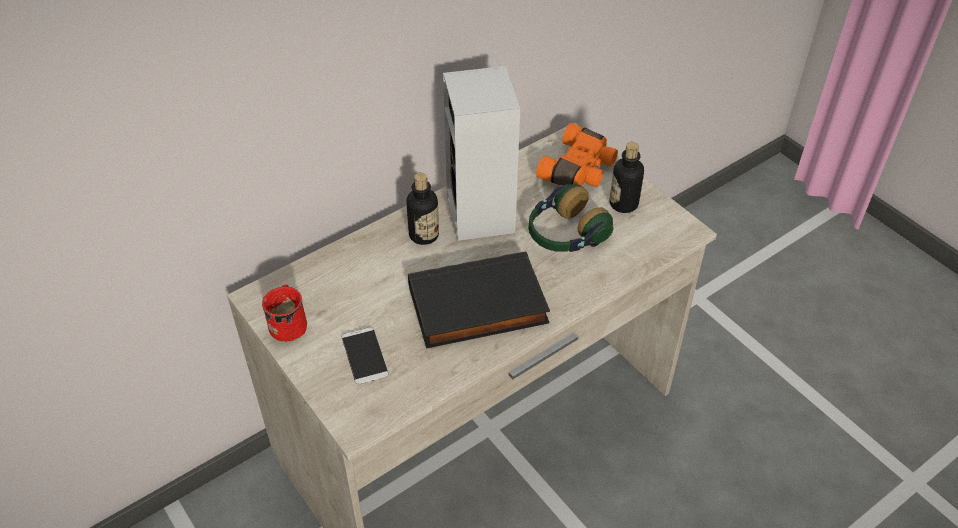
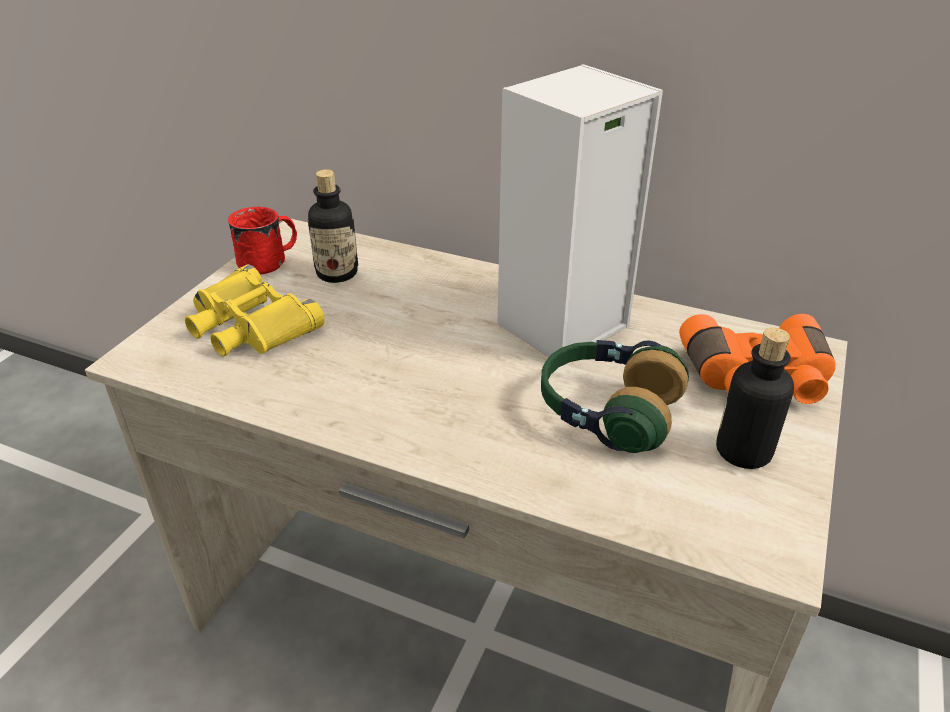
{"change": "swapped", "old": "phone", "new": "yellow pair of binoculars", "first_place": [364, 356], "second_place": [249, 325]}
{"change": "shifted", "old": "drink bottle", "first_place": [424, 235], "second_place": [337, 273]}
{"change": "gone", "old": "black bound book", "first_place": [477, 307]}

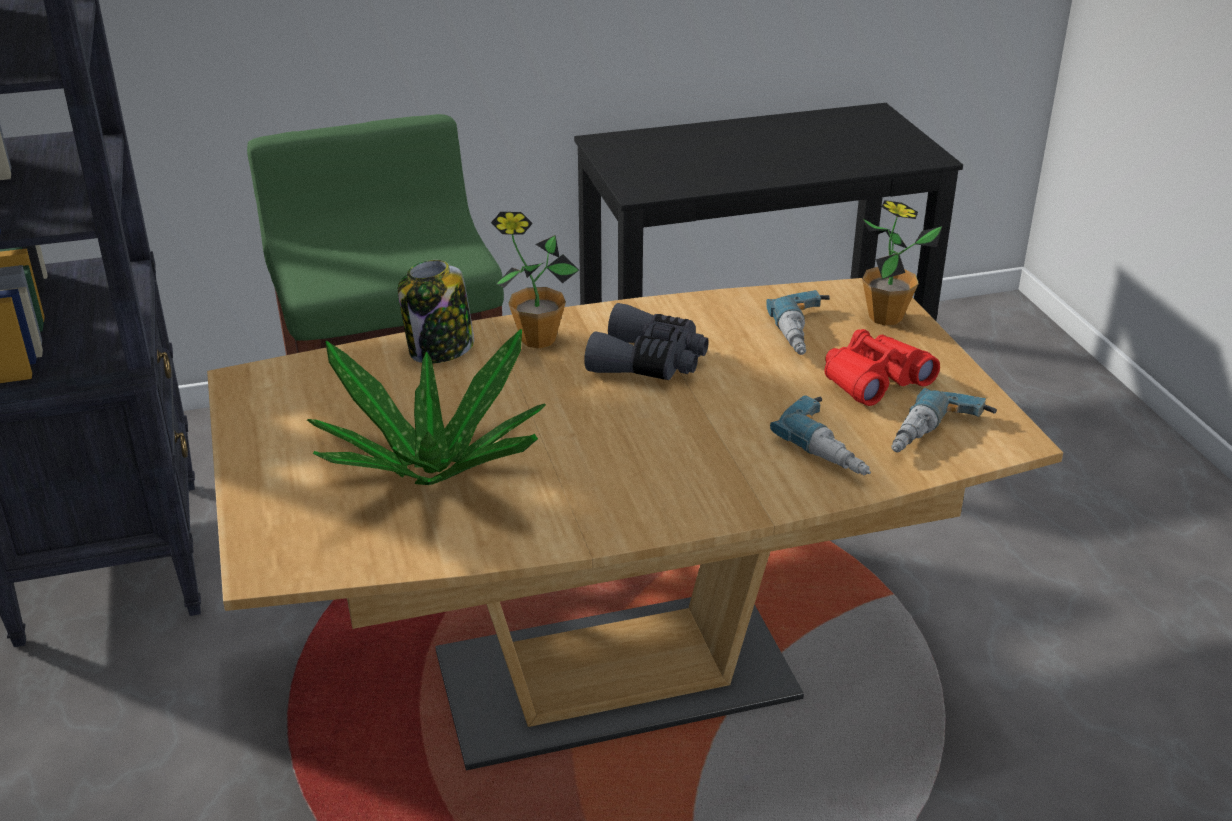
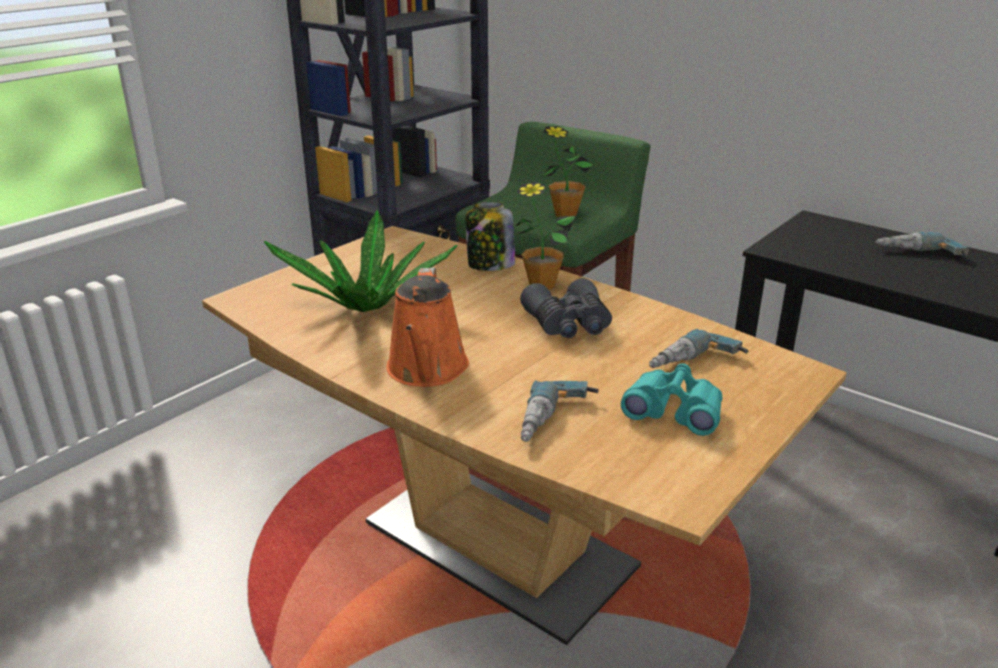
{"change": "repainted", "old": "red-coloured pair of binoculars", "new": "turquoise-coloured pair of binoculars", "first_place": [874, 380], "second_place": [674, 411]}
{"change": "shifted", "old": "potted plant", "first_place": [885, 317], "second_place": [565, 215]}
{"change": "shifted", "old": "electric drill", "first_place": [939, 438], "second_place": [919, 255]}
{"change": "new", "new": "orangey watering pot", "second_place": [427, 370]}

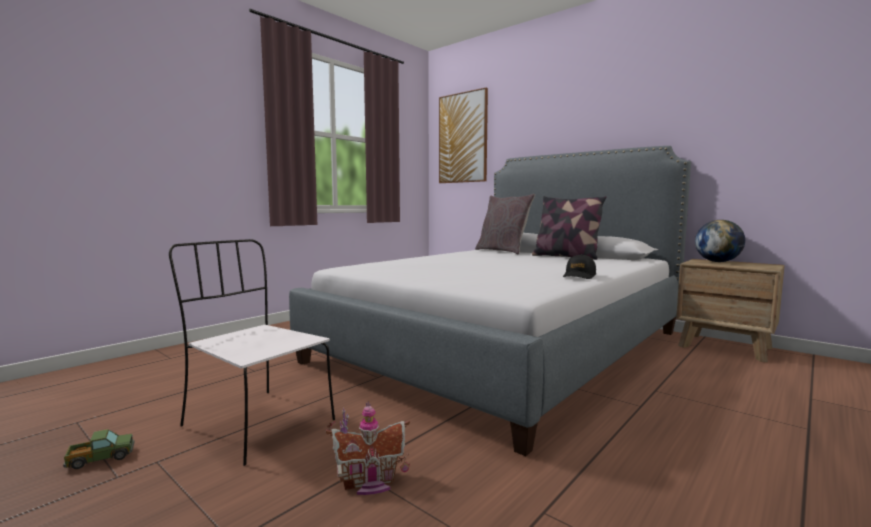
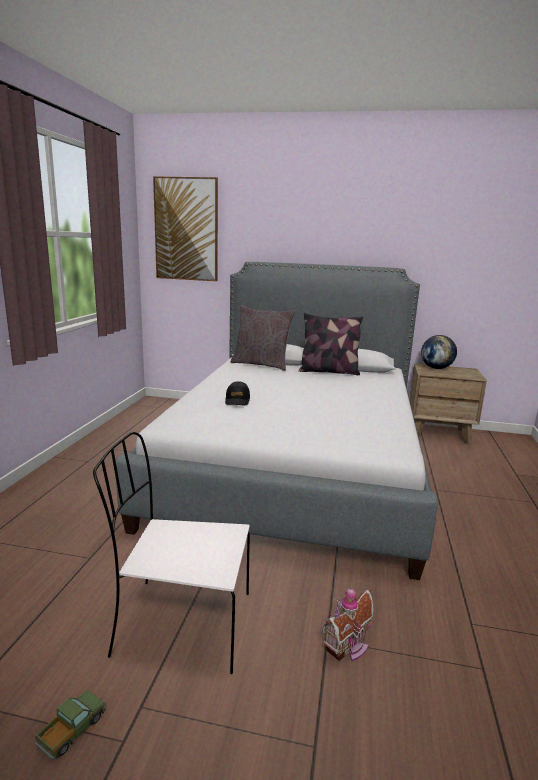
{"change": "shifted", "old": "black baseball cap", "first_place": [579, 276], "second_place": [237, 400]}

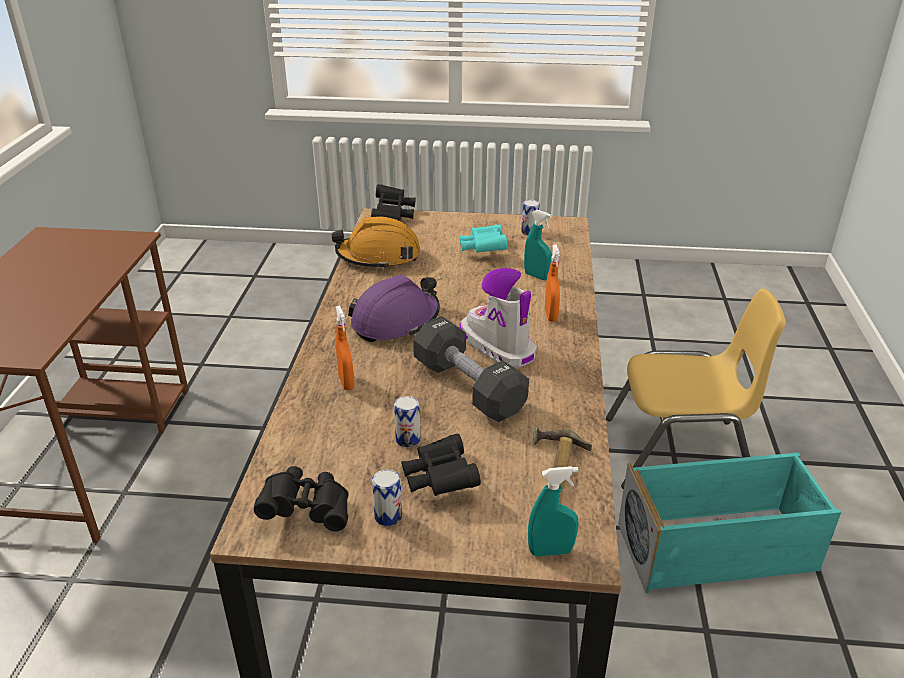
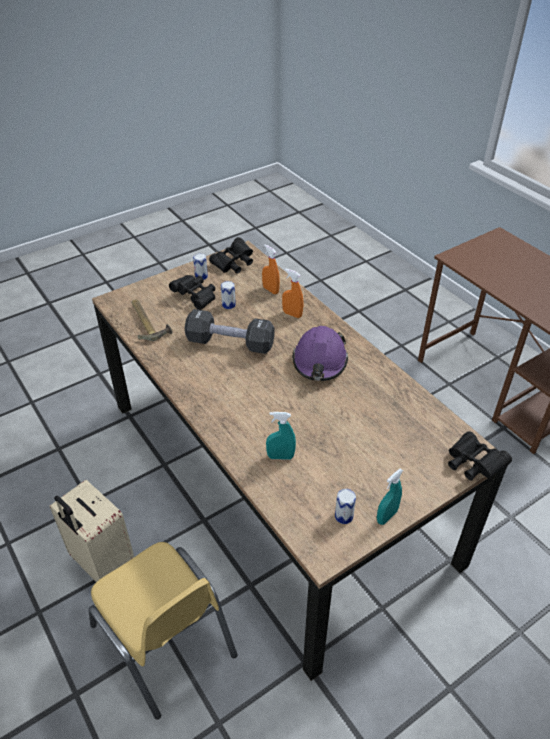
{"change": "gone", "old": "orangey safety helmet", "first_place": [378, 256]}
{"change": "gone", "old": "turquoise-coloured pair of binoculars", "first_place": [483, 250]}
{"change": "gone", "old": "tall boot", "first_place": [496, 346]}
{"change": "shifted", "old": "turquoise-coloured hand sprayer", "first_place": [550, 551], "second_place": [387, 516]}
{"change": "shifted", "old": "orangey hand sprayer", "first_place": [551, 315], "second_place": [270, 290]}
{"change": "rotated", "old": "yellow plain chair", "first_place": [678, 453], "second_place": [164, 640], "degrees": -90}
{"change": "swapped", "old": "turquoise-coloured storage bin", "new": "beige suitcase", "first_place": [717, 548], "second_place": [101, 563]}

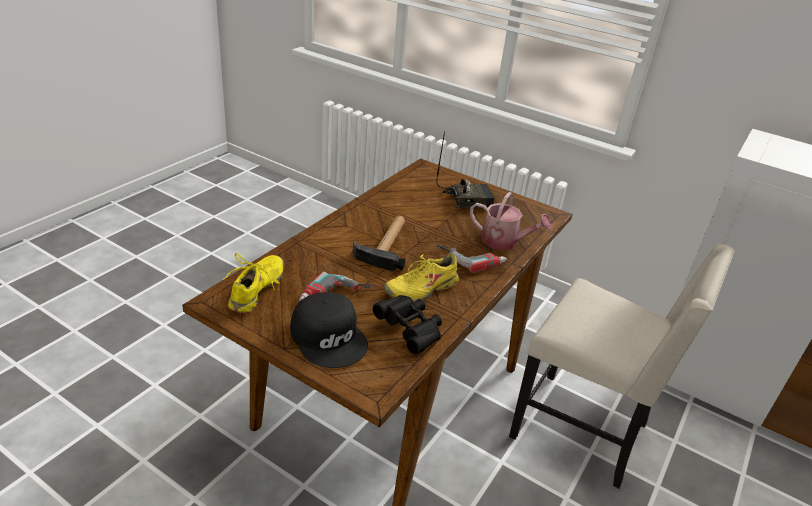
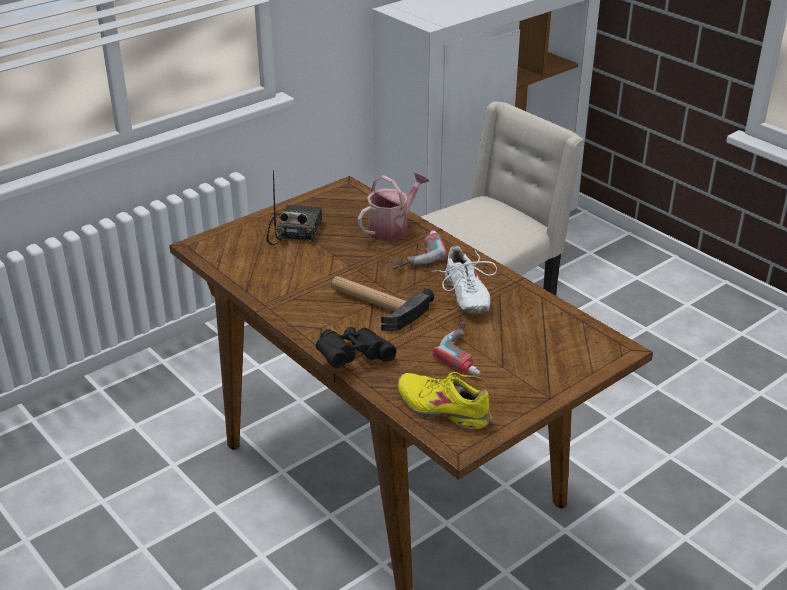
{"change": "gone", "old": "black baseball cap", "first_place": [330, 337]}
{"change": "shifted", "old": "black pair of binoculars", "first_place": [410, 331], "second_place": [352, 358]}
{"change": "repainted", "old": "yellow low shoe", "new": "whitish low shoe", "first_place": [421, 288], "second_place": [465, 295]}

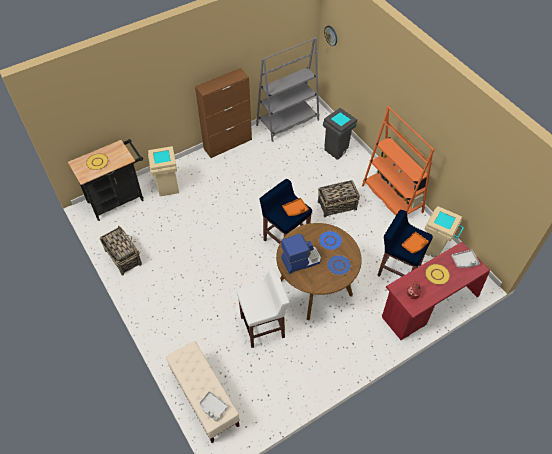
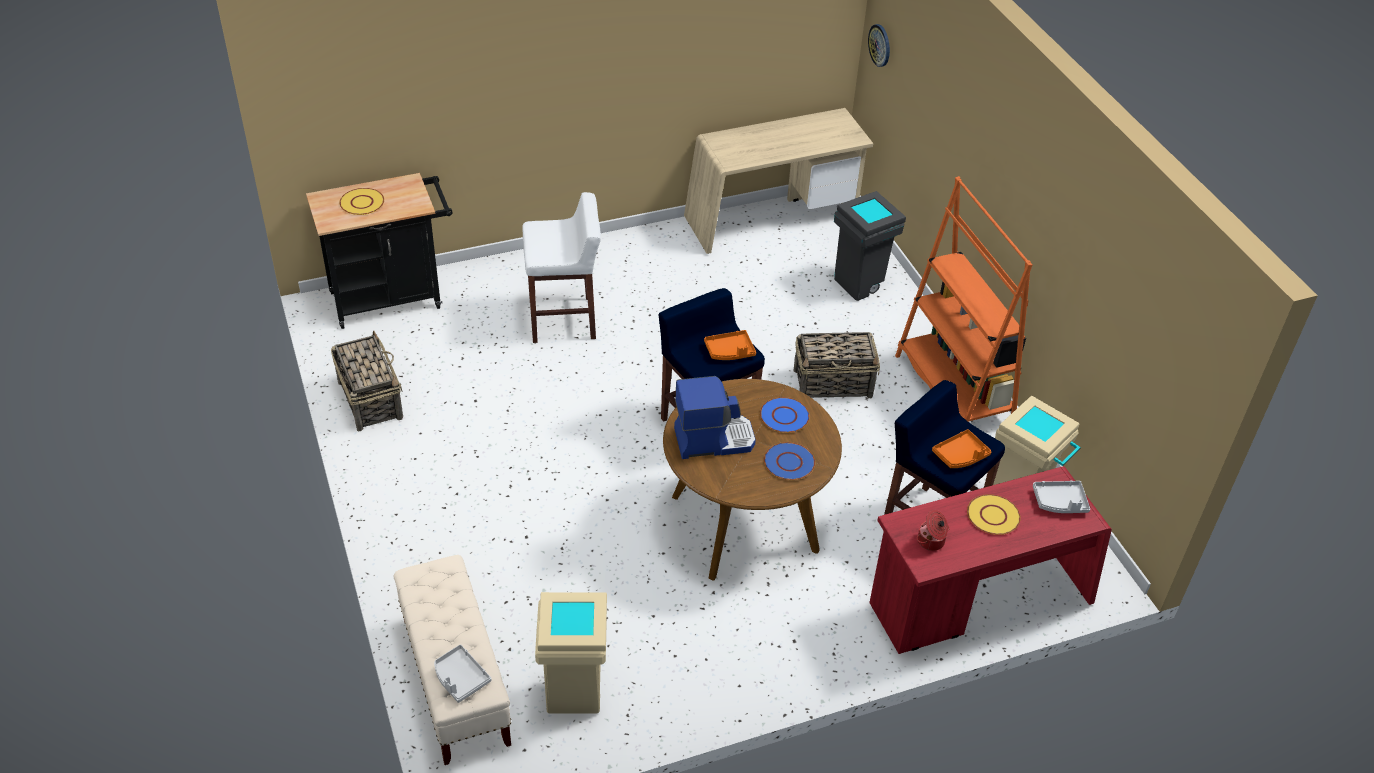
{"change": "shifted", "old": "beige waste bin", "first_place": [168, 187], "second_place": [574, 691]}
{"change": "gone", "old": "brown-coloured cupboard", "first_place": [228, 144]}
{"change": "shifted", "old": "whitish sitting stool", "first_place": [263, 327], "second_place": [564, 320]}
{"change": "swapped", "old": "greyish bookshelf", "new": "beige desk unit", "first_place": [288, 123], "second_place": [772, 220]}

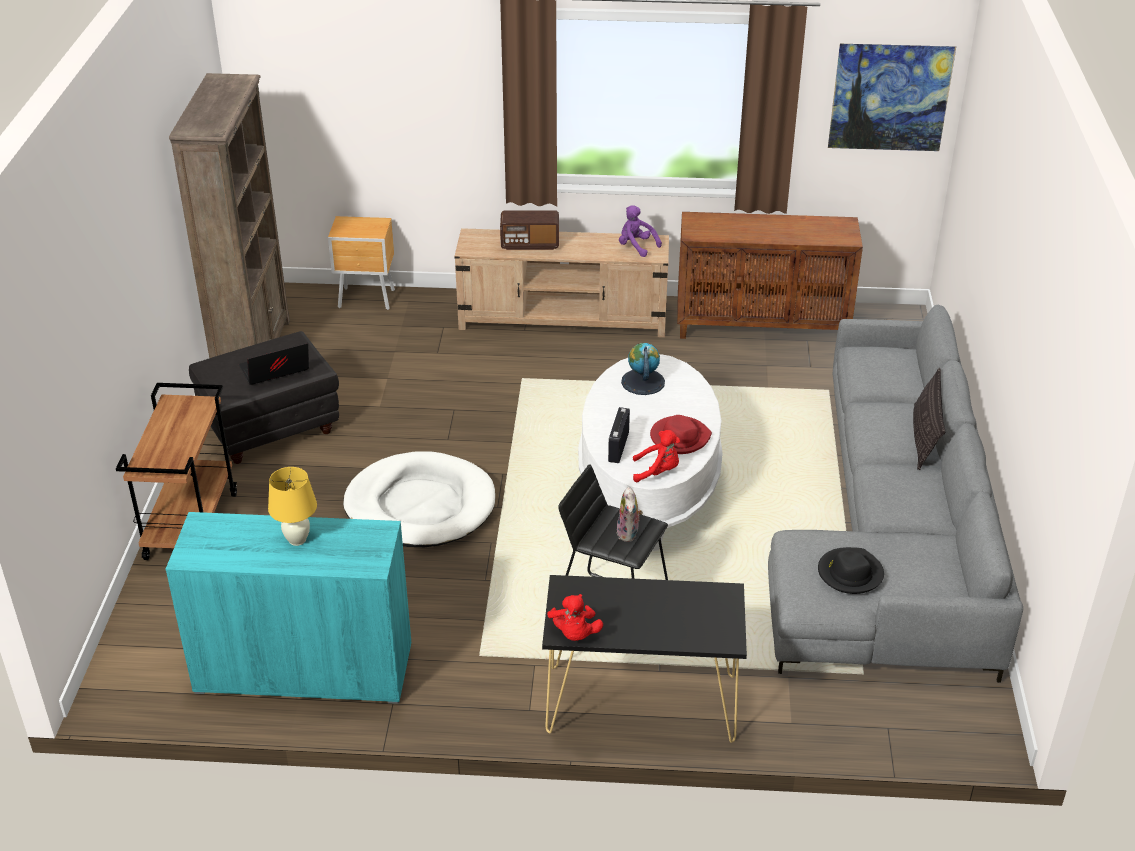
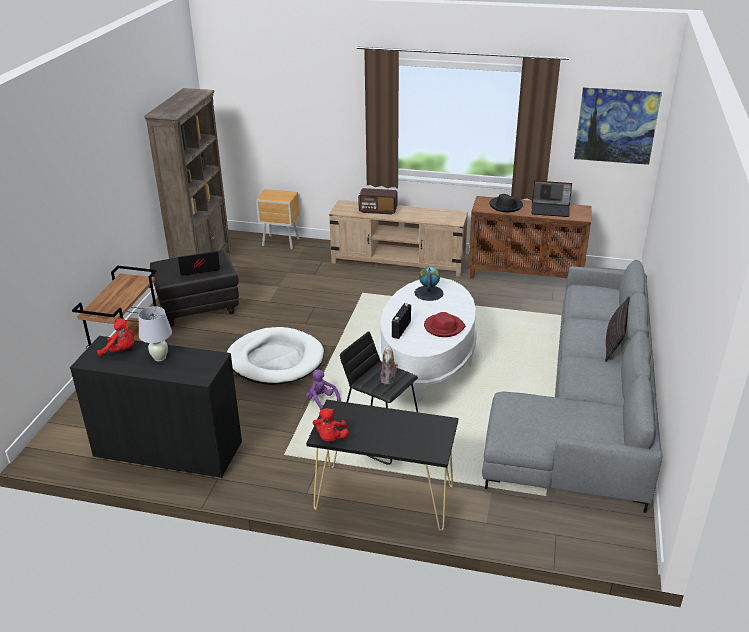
{"change": "repainted", "old": "turquoise-coloured cupboard", "new": "black cupboard", "first_place": [304, 668], "second_place": [168, 450]}
{"change": "repainted", "old": "yellow table lamp", "new": "whitish table lamp", "first_place": [297, 540], "second_place": [159, 358]}
{"change": "shifted", "old": "purplish cuddly toy", "first_place": [636, 247], "second_place": [321, 400]}
{"change": "shifted", "old": "red-coloured cuddly toy", "first_place": [657, 471], "second_place": [121, 351]}
{"change": "shifted", "old": "black clothing hat", "first_place": [850, 573], "second_place": [505, 206]}
{"change": "new", "new": "laptop", "second_place": [551, 209]}

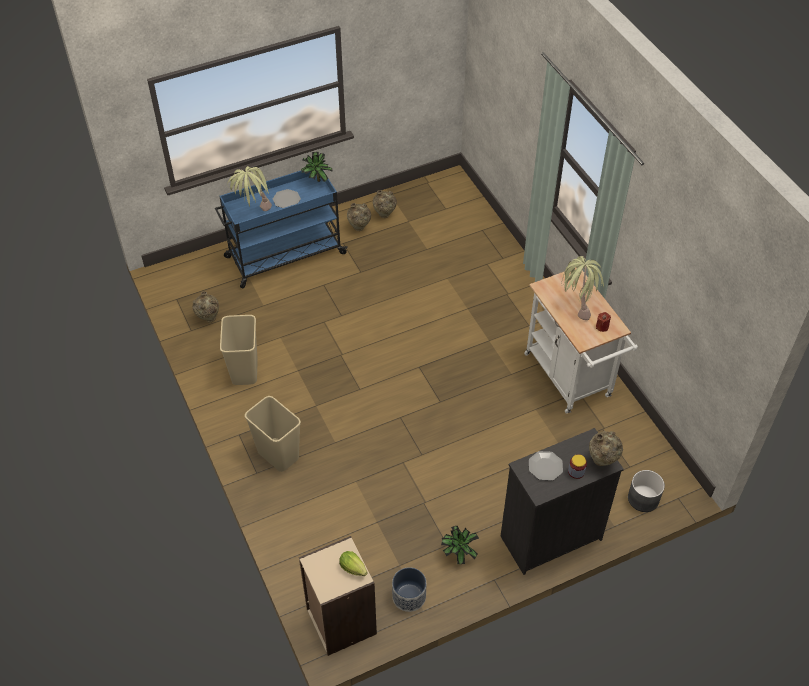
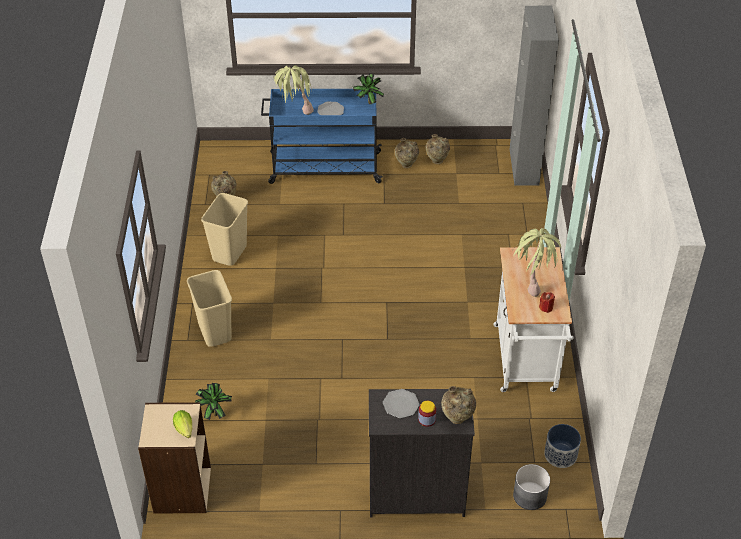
{"change": "shifted", "old": "plant pot", "first_place": [408, 597], "second_place": [560, 455]}
{"change": "shifted", "old": "potted plant", "first_place": [458, 554], "second_place": [214, 413]}
{"change": "new", "new": "greyish cupboard", "second_place": [524, 167]}

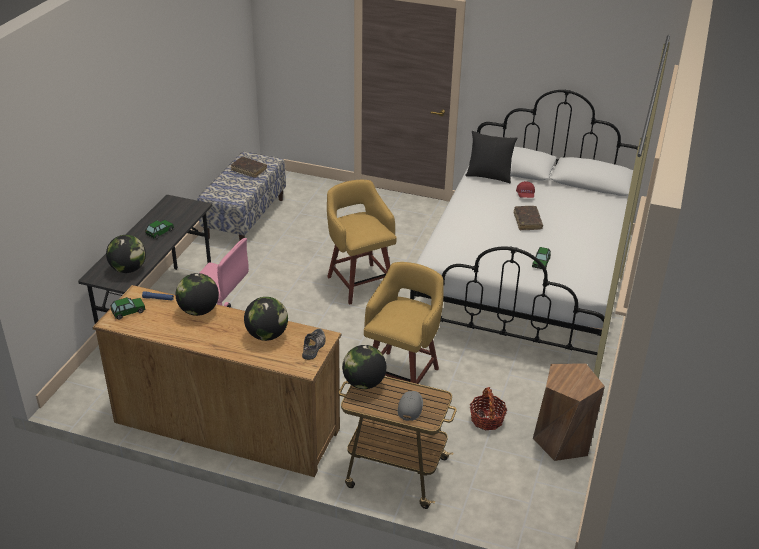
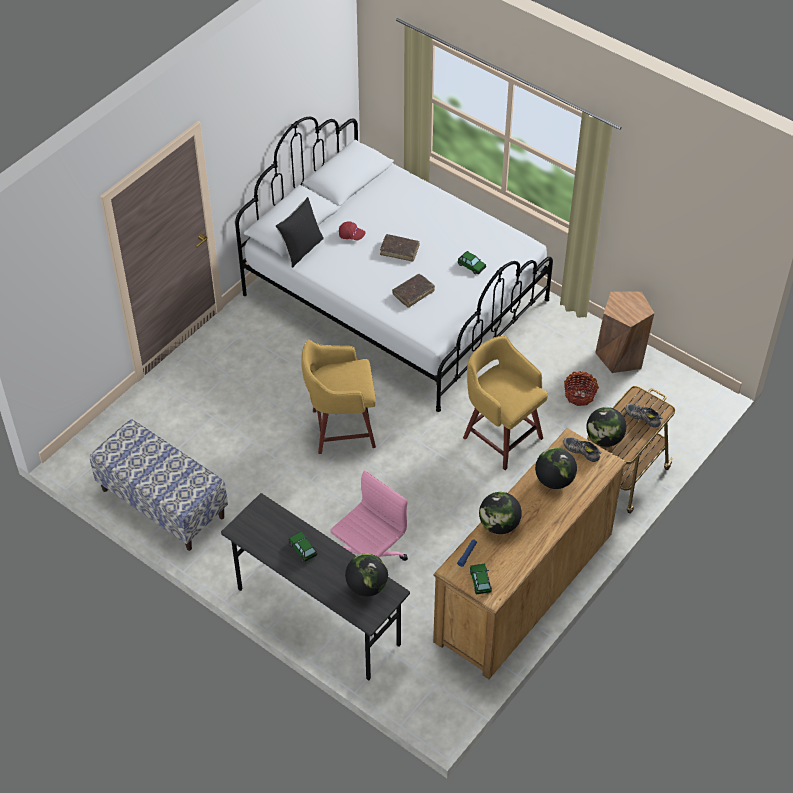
{"change": "shifted", "old": "brown-coloured bound book", "first_place": [249, 170], "second_place": [413, 293]}
{"change": "swapped", "old": "greyish baseball cap", "new": "low shoe", "first_place": [410, 407], "second_place": [643, 416]}

